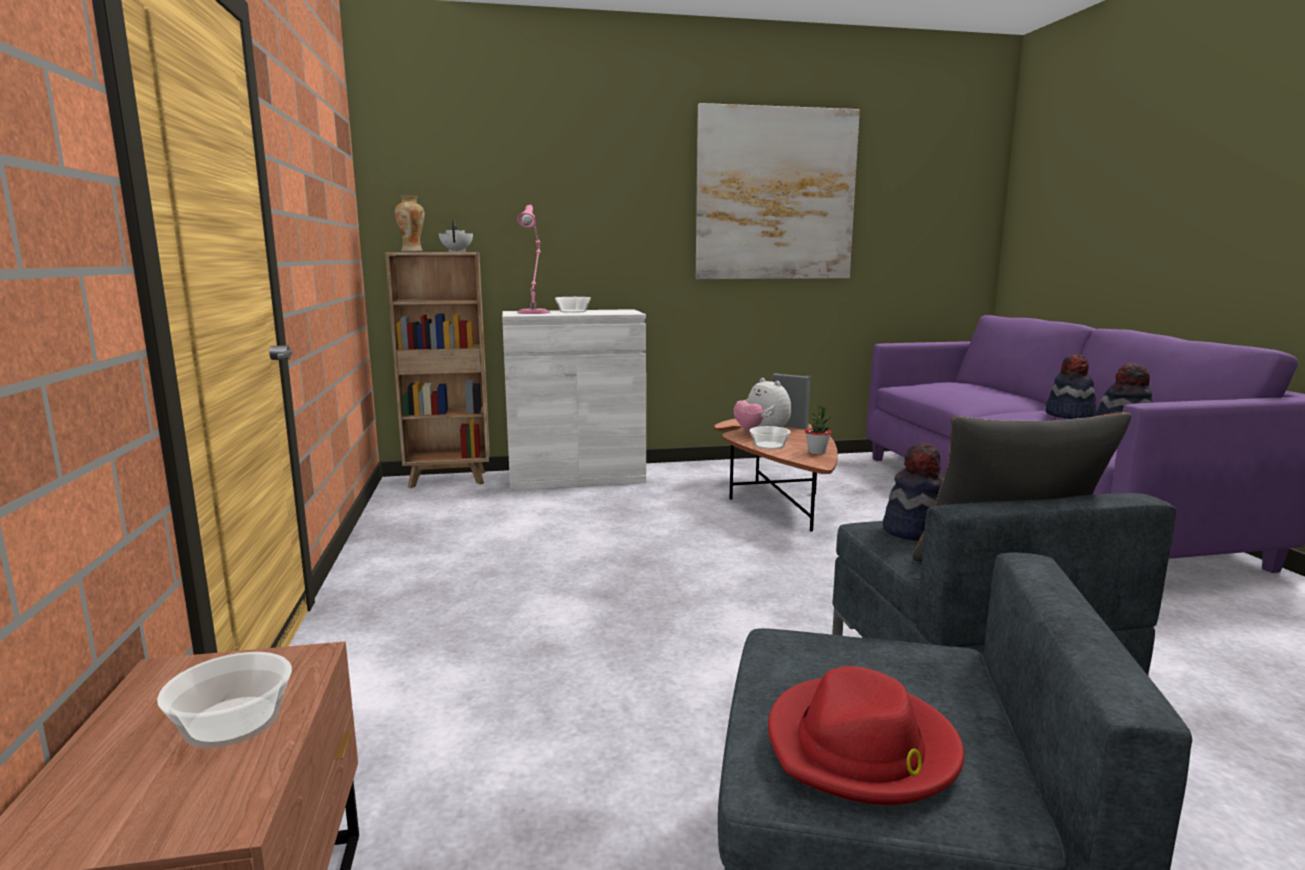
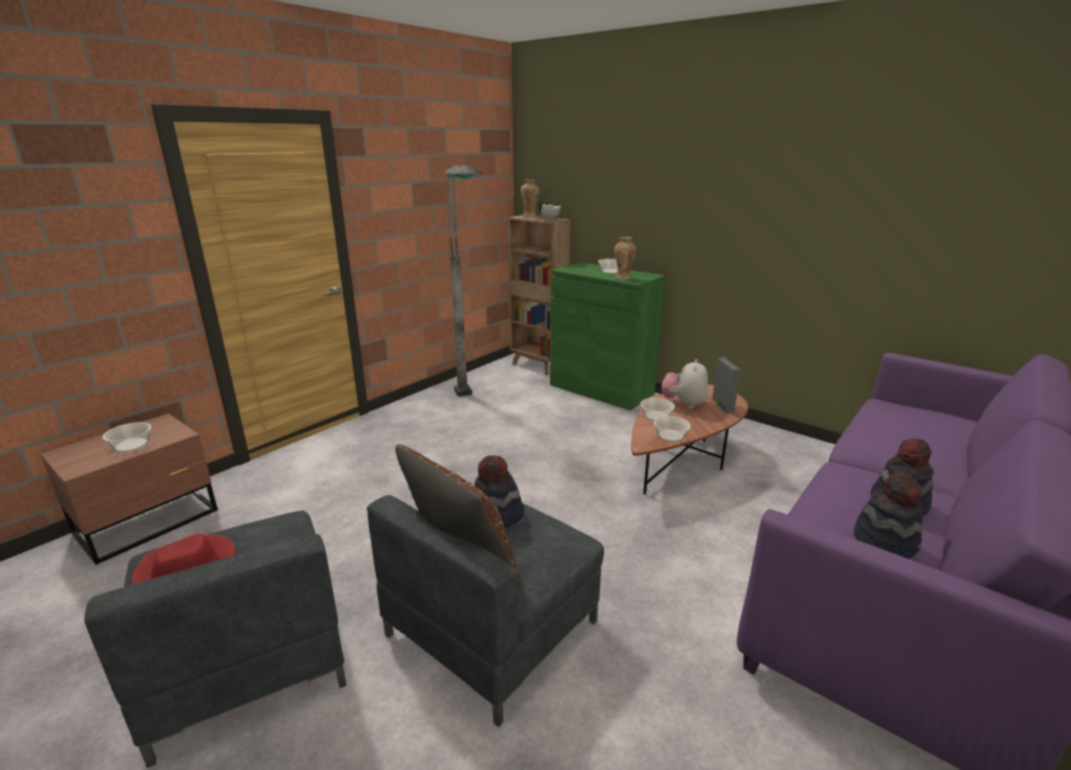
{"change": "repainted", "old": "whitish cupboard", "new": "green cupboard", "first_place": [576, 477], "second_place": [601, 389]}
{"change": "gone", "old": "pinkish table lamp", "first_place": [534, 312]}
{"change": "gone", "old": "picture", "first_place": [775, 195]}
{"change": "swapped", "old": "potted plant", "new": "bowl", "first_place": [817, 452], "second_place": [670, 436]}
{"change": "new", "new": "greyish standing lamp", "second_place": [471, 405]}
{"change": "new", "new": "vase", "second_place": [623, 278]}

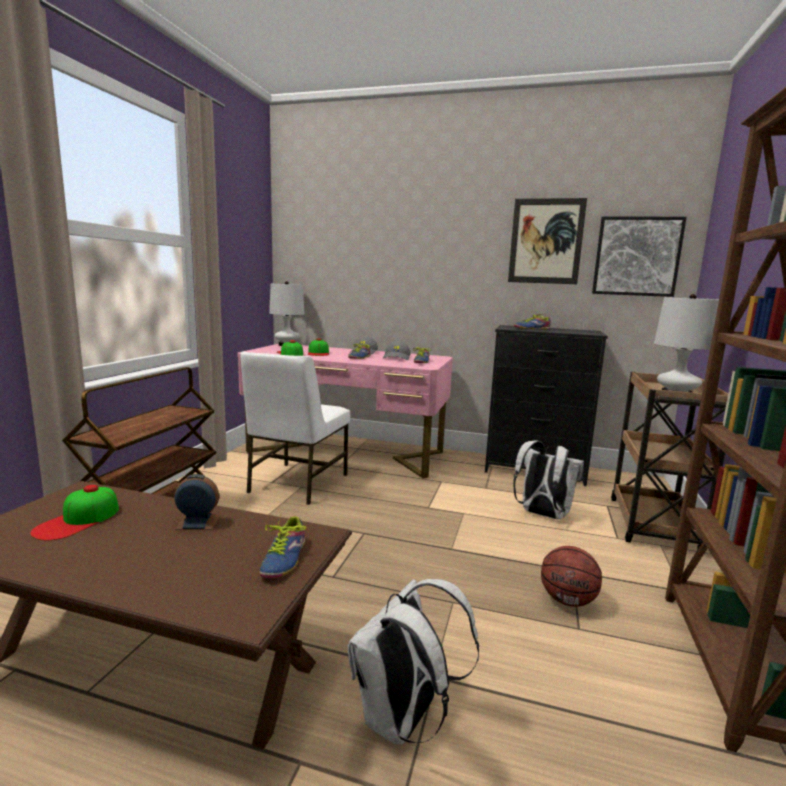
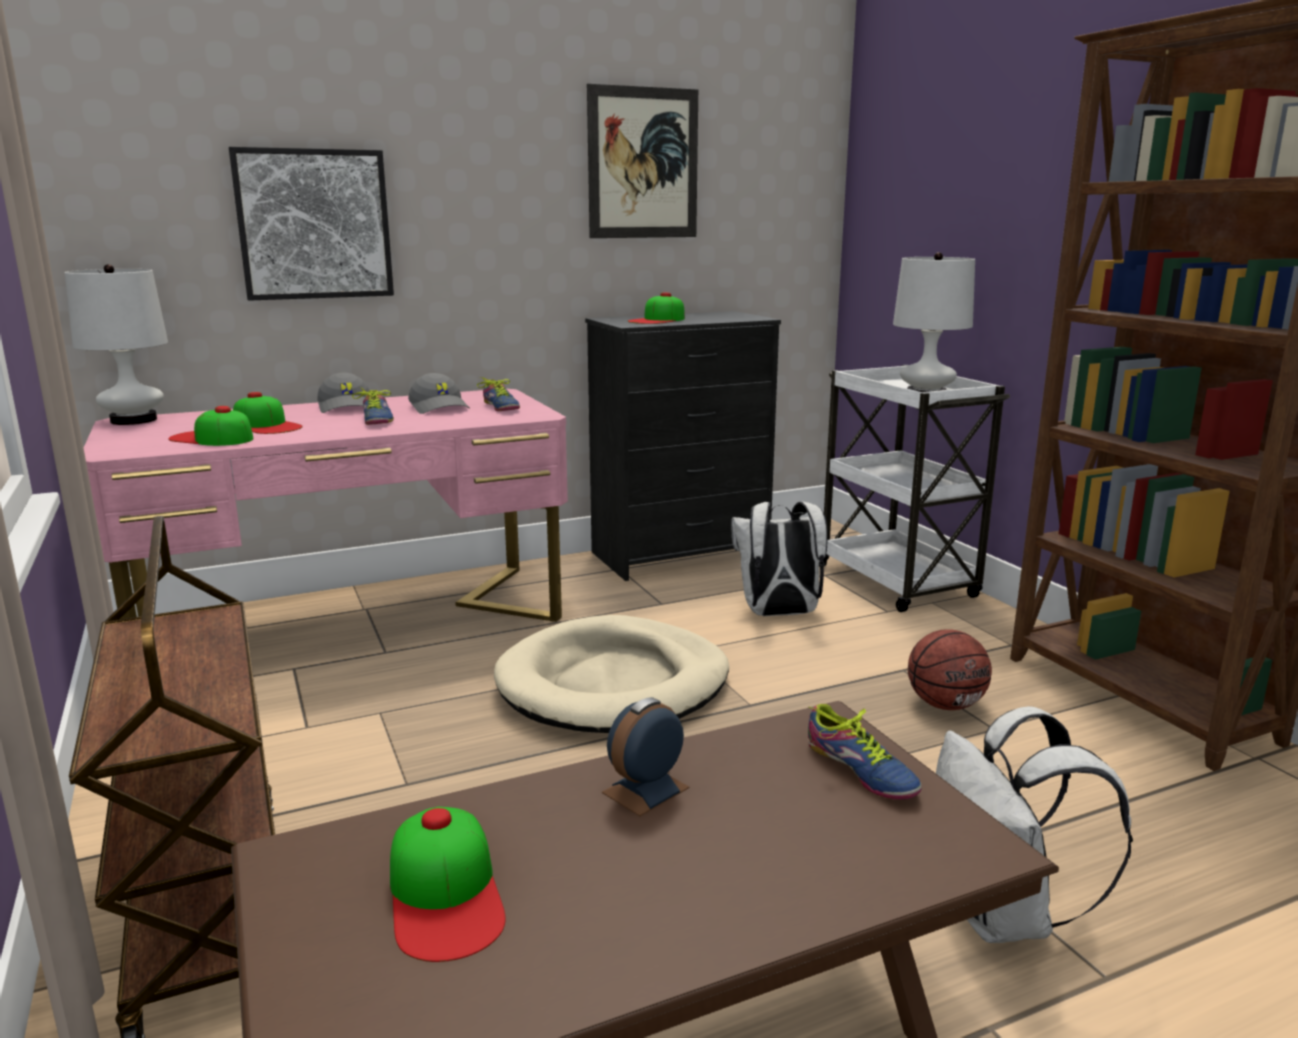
{"change": "gone", "old": "whitish plain chair", "first_place": [296, 483]}
{"change": "swapped", "old": "low shoe", "new": "baseball cap", "first_place": [531, 329], "second_place": [657, 320]}
{"change": "shifted", "old": "picture", "first_place": [636, 256], "second_place": [314, 224]}
{"change": "repainted", "old": "brown-coloured cart", "new": "whitish cart", "first_place": [653, 526], "second_place": [897, 582]}
{"change": "new", "new": "beige dog bed", "second_place": [614, 683]}

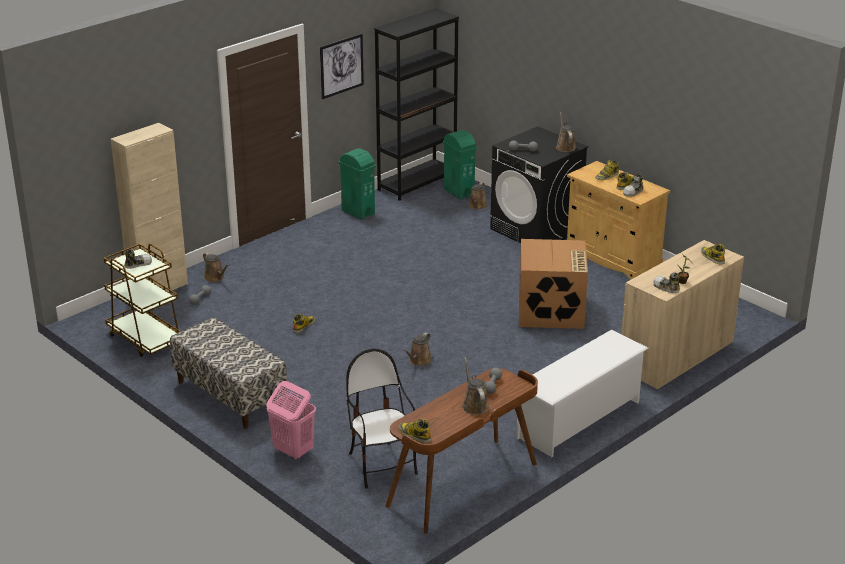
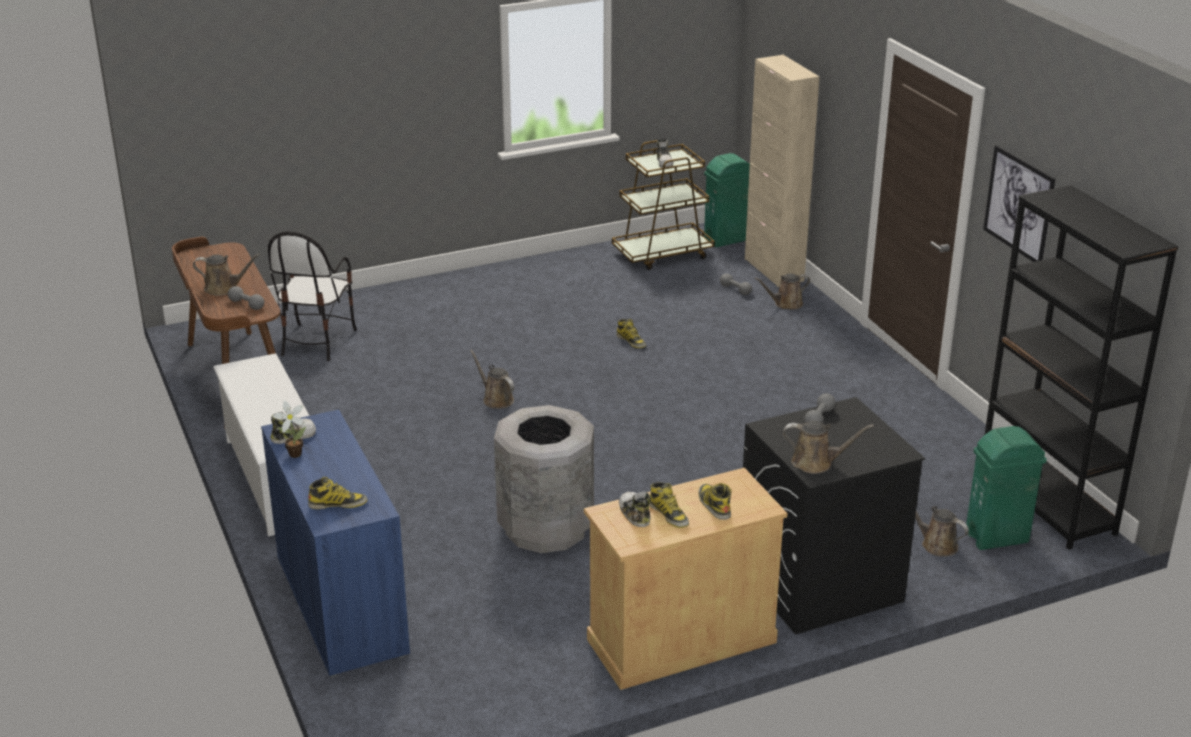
{"change": "gone", "old": "long seat", "first_place": [229, 395]}
{"change": "gone", "old": "pinkish laundry basket", "first_place": [293, 451]}
{"change": "shifted", "old": "green waste bin", "first_place": [358, 212], "second_place": [727, 239]}
{"change": "rotated", "old": "plain chair", "first_place": [381, 465], "second_place": [316, 341], "degrees": 105}
{"change": "gone", "old": "tall boot", "first_place": [414, 435]}
{"change": "swapped", "old": "cardboard box", "new": "greyish waste bin", "first_place": [551, 311], "second_place": [545, 528]}
{"change": "repainted", "old": "beige cupboard", "new": "bluish cupboard", "first_place": [676, 357], "second_place": [342, 606]}

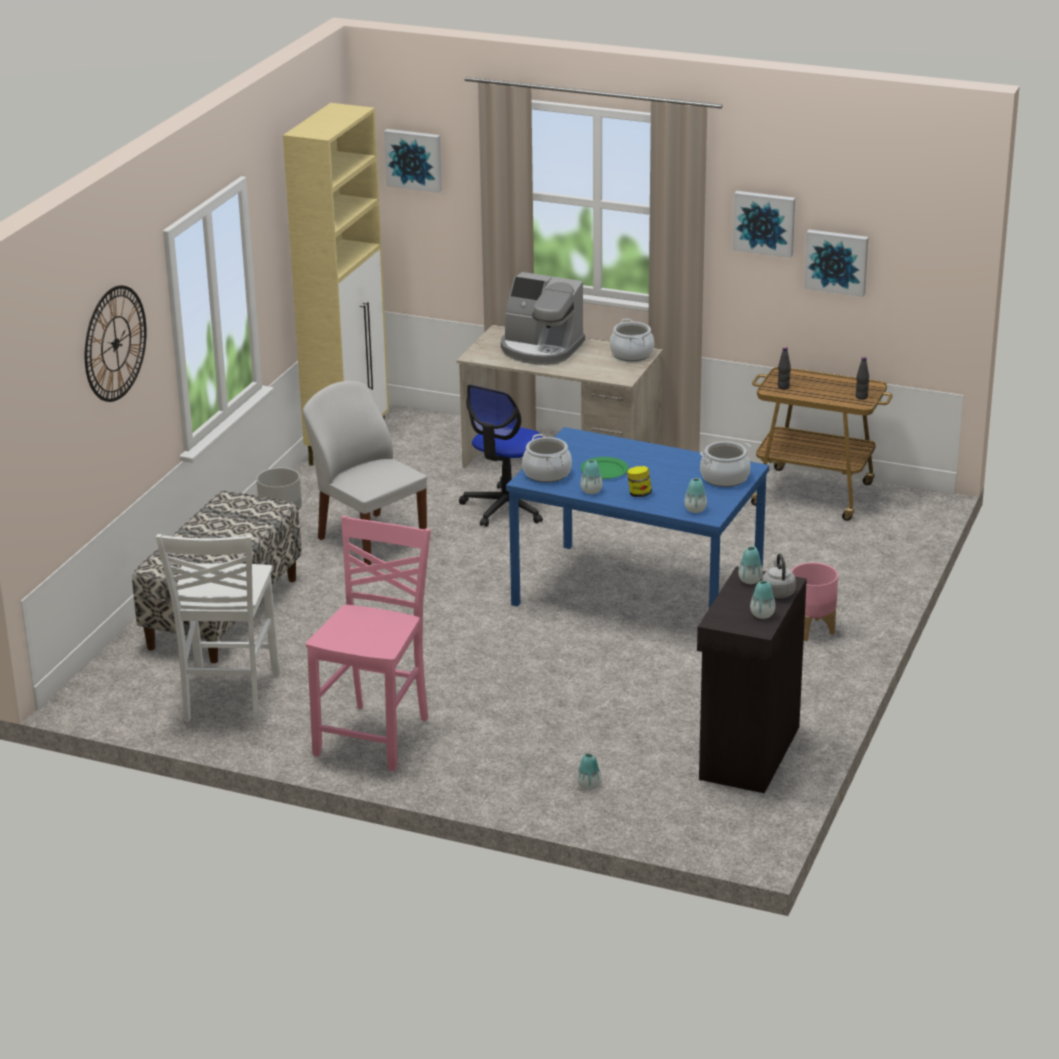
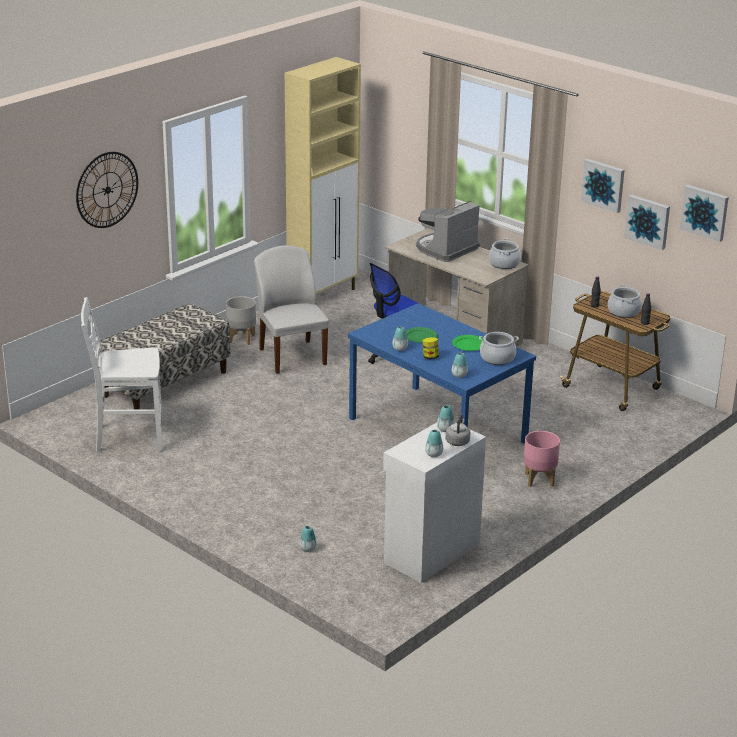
{"change": "rotated", "old": "whitish plain chair", "first_place": [228, 697], "second_place": [128, 437], "degrees": 60}
{"change": "gone", "old": "pinkish plain chair", "first_place": [375, 736]}
{"change": "shifted", "old": "picture", "first_place": [414, 159], "second_place": [705, 212]}
{"change": "rotated", "old": "coffee maker", "first_place": [540, 349], "second_place": [446, 249], "degrees": 90}
{"change": "shifted", "old": "saucepot", "first_place": [547, 473], "second_place": [624, 312]}
{"change": "repainted", "old": "black cupboard", "new": "whitish cupboard", "first_place": [747, 753], "second_place": [430, 553]}
{"change": "new", "new": "green dinner plate", "second_place": [469, 345]}

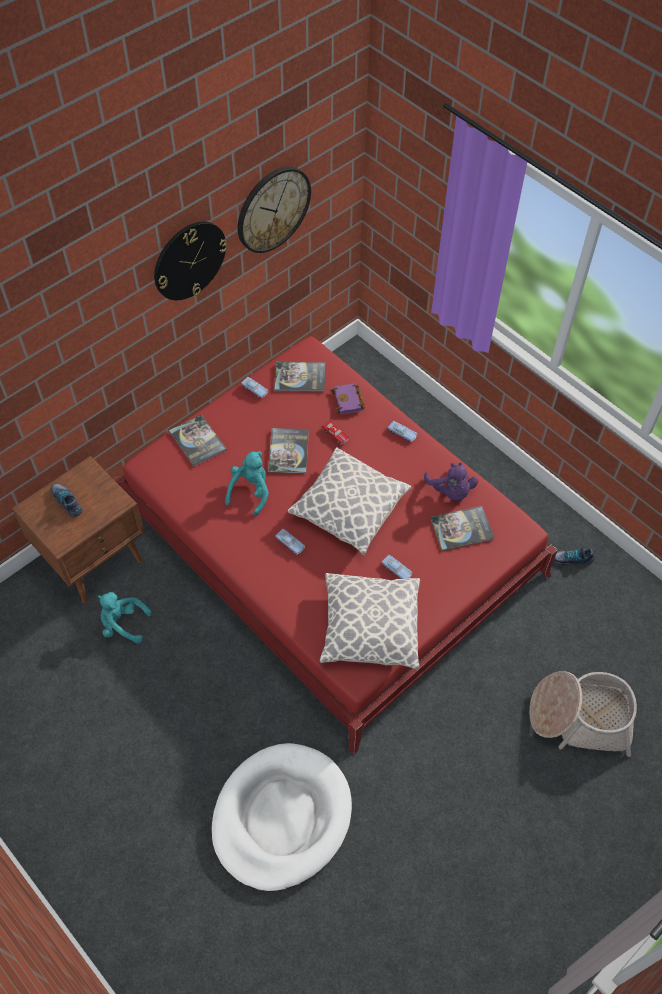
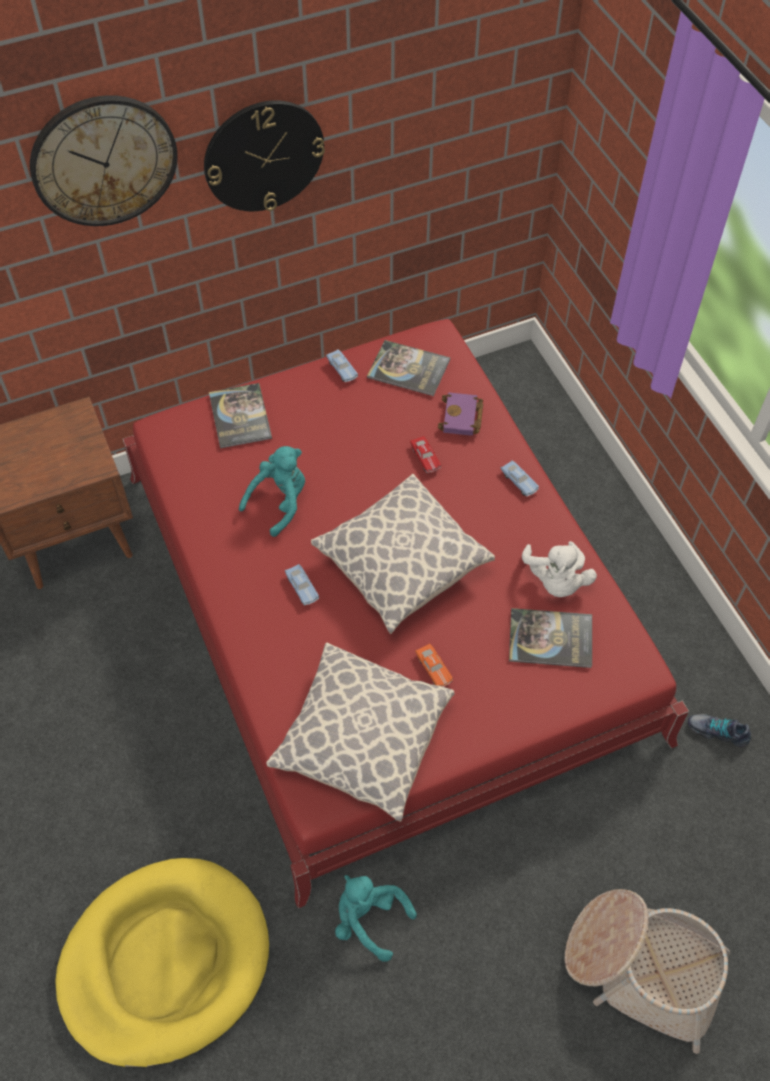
{"change": "gone", "old": "low shoe", "first_place": [67, 501]}
{"change": "shifted", "old": "turquoise-coloured cuddly toy", "first_place": [123, 624], "second_place": [369, 919]}
{"change": "repainted", "old": "whitish dog bed", "new": "yellow dog bed", "first_place": [281, 817], "second_place": [165, 962]}
{"change": "shifted", "old": "clock on the wall", "first_place": [273, 209], "second_place": [104, 161]}
{"change": "gone", "old": "bound book", "first_place": [288, 451]}
{"change": "repainted", "old": "bluish model car", "new": "orangey model car", "first_place": [396, 570], "second_place": [433, 668]}
{"change": "repainted", "old": "purplish cuddly toy", "new": "whitish cuddly toy", "first_place": [450, 491], "second_place": [556, 581]}

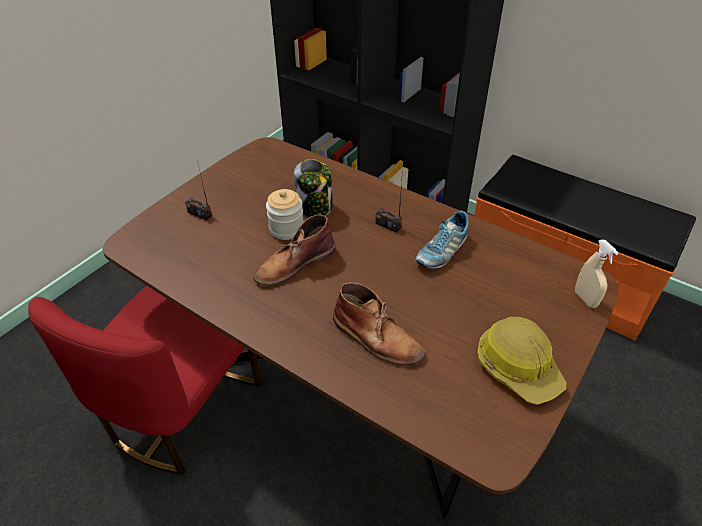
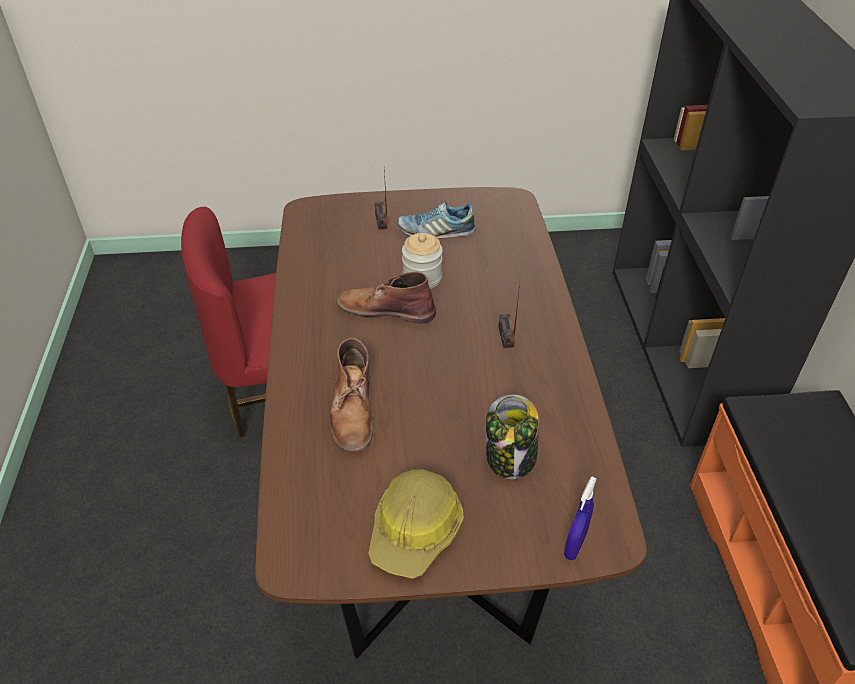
{"change": "shifted", "old": "jar", "first_place": [315, 207], "second_place": [511, 458]}
{"change": "shifted", "old": "low shoe", "first_place": [442, 251], "second_place": [436, 231]}
{"change": "repainted", "old": "beige hand sprayer", "new": "bluish hand sprayer", "first_place": [585, 299], "second_place": [575, 545]}

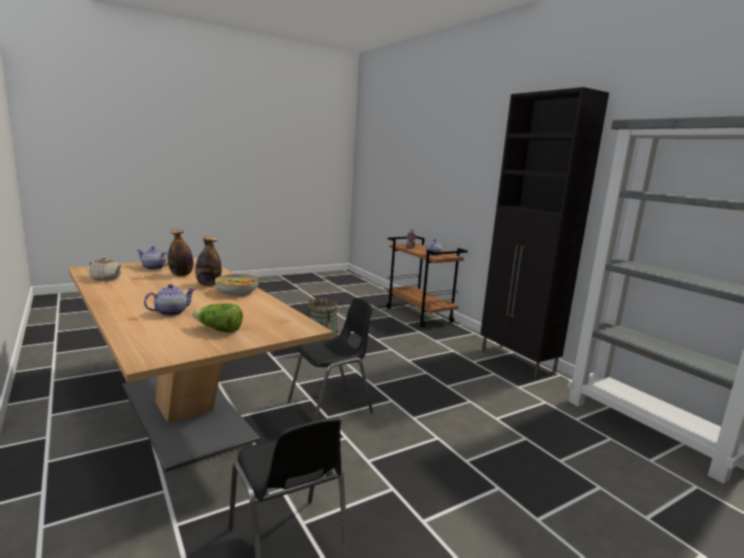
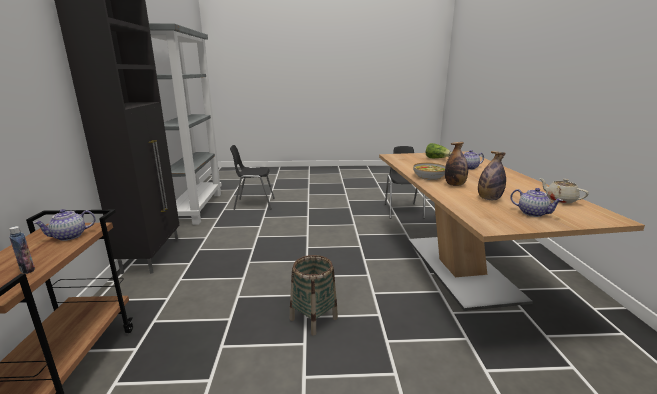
{"change": "shifted", "old": "black plain chair", "first_place": [331, 408], "second_place": [254, 204]}

